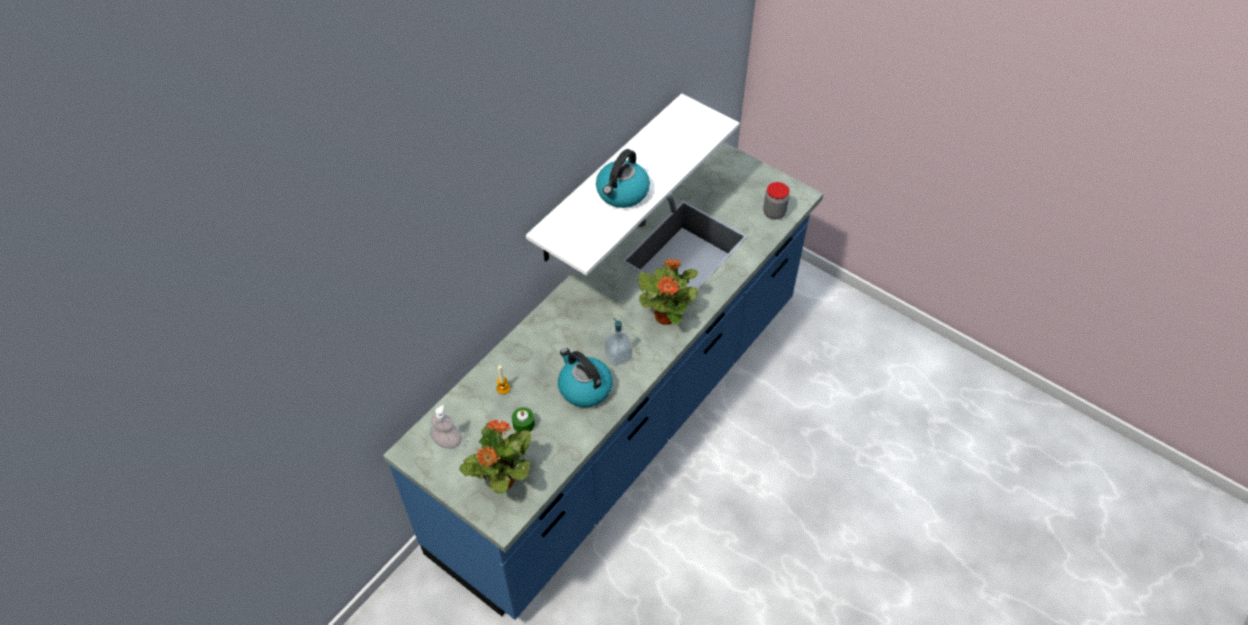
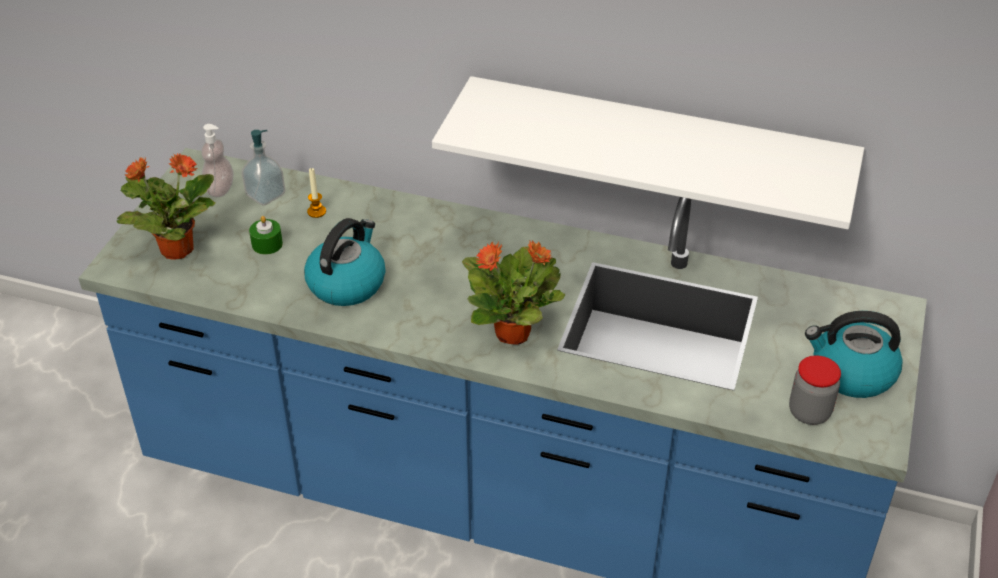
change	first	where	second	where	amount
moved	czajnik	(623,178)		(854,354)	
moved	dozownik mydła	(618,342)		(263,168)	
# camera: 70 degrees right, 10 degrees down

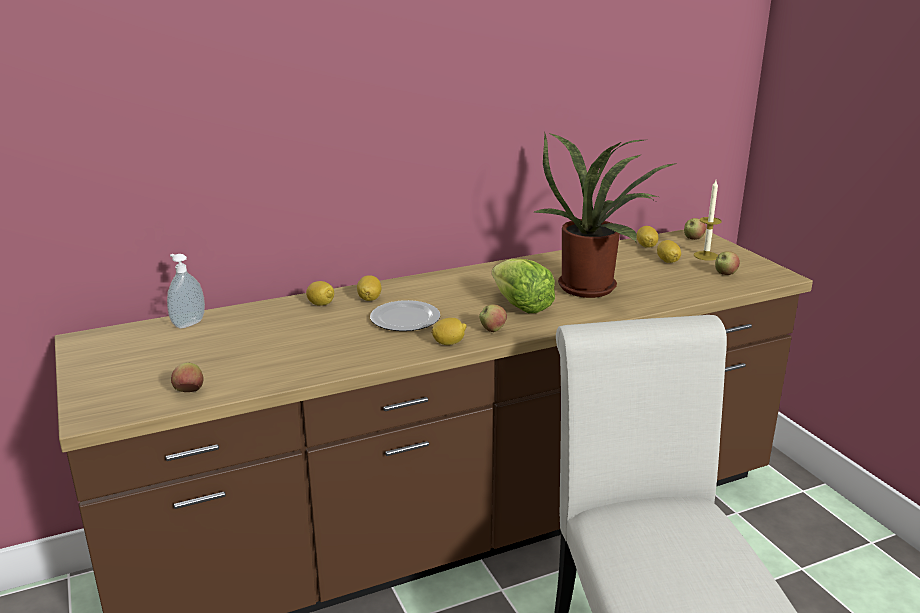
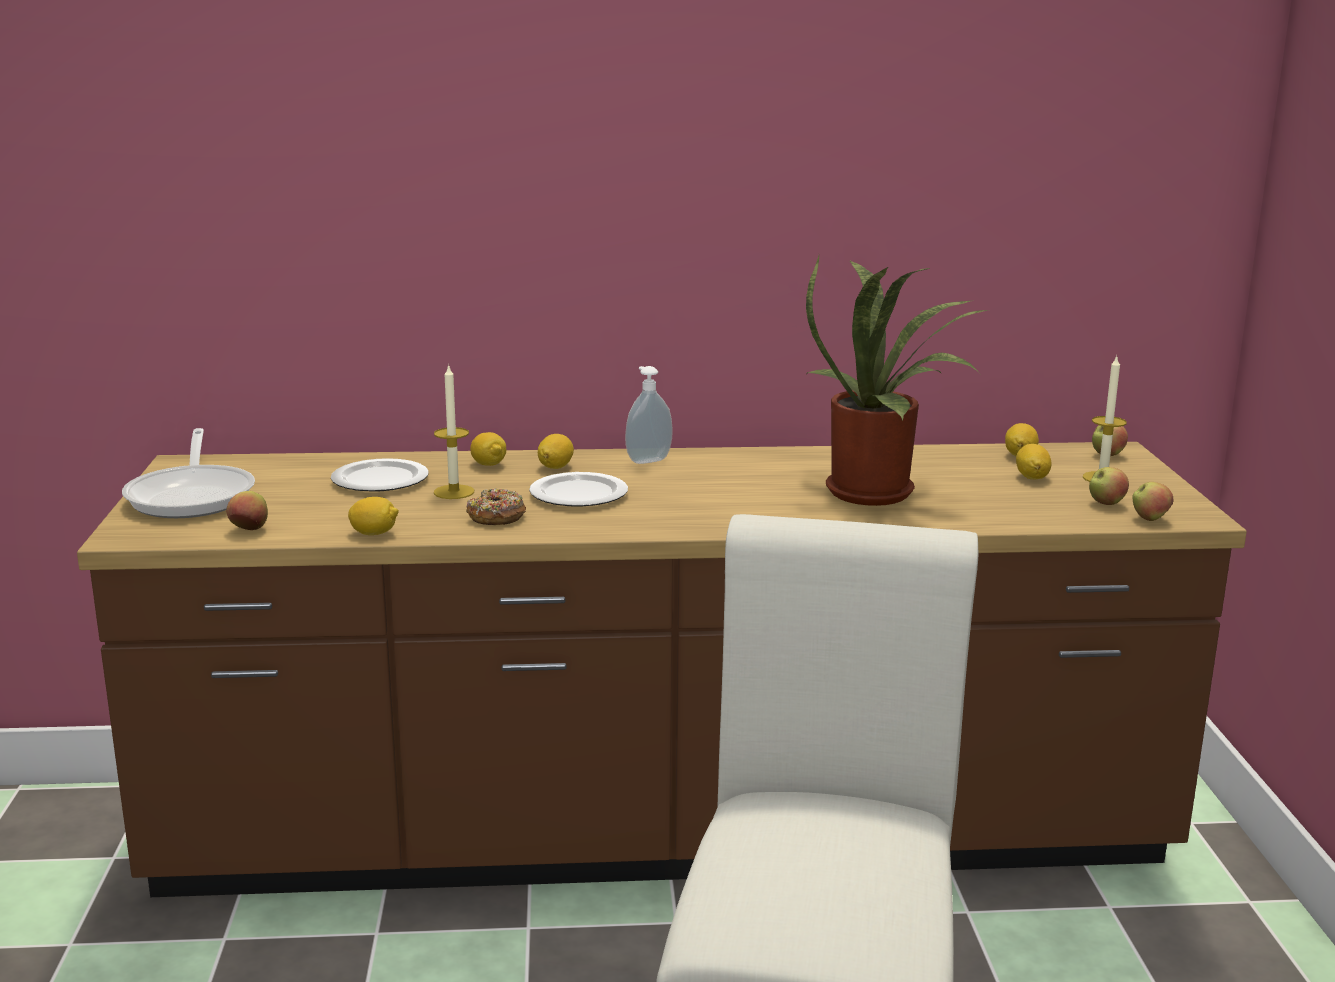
change	first	where	second	where	amount
removed	sałata	(523,286)			
added			patelnia	(188,473)	
added			talerz	(380,475)	
added			świeca	(454,431)	
added			donut	(496,506)	
moved	dozownik mydła	(186,291)		(649,415)	
moved	cytryna	(448,331)		(373,516)	
moved	jabłko	(493,318)		(1153,501)	
# camera: 20 degrees right, 5 degrees down

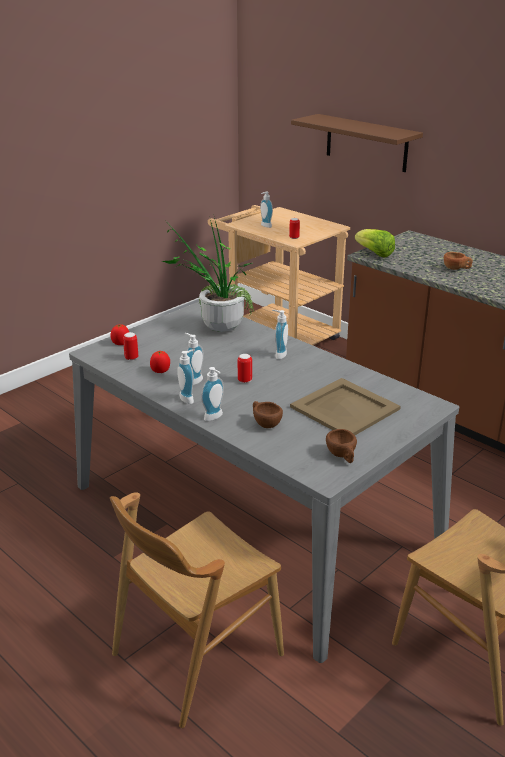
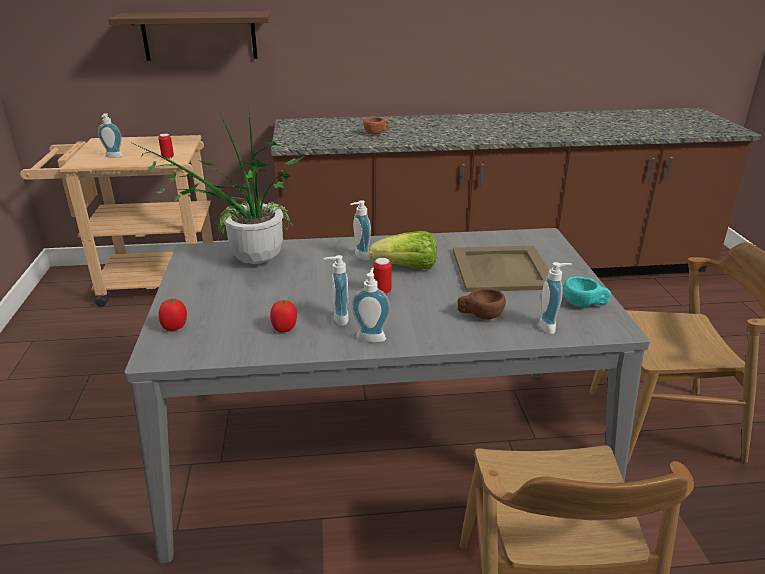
change	first	where	second	where	amount
removed	puszka	(130,346)			
moved	dozownik mydła	(212,394)		(555,298)	
moved	sałata	(375,243)		(403,250)	
recoloured	filiżanka (brązowy)	(341,446)	filiżanka (turkusowy)	(587,291)	
# camera: 50 degrees left, 0 degrees up

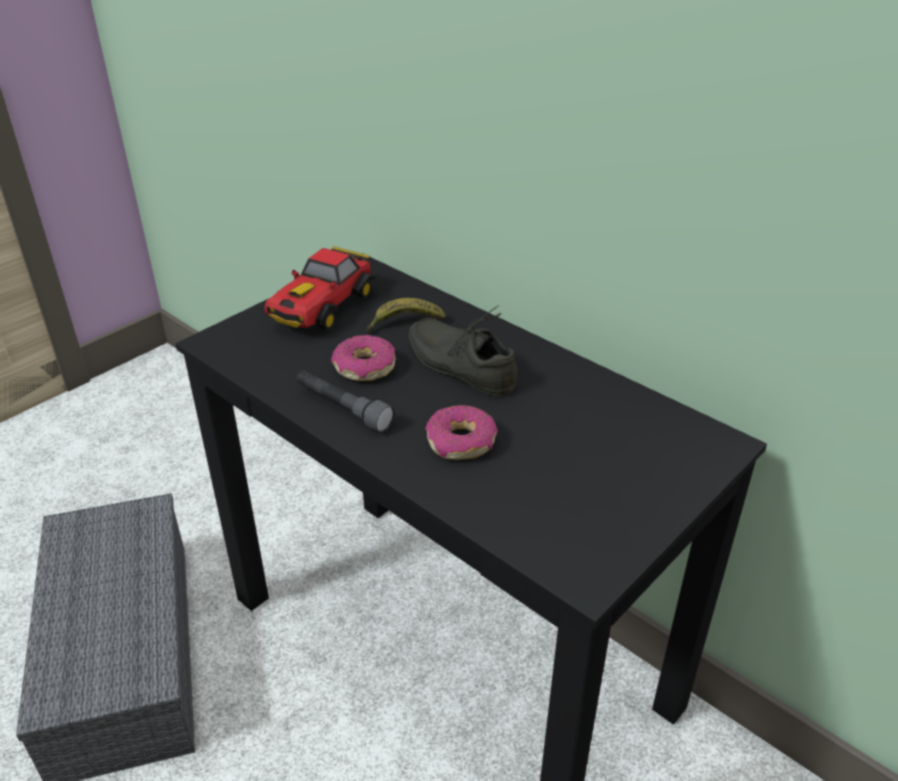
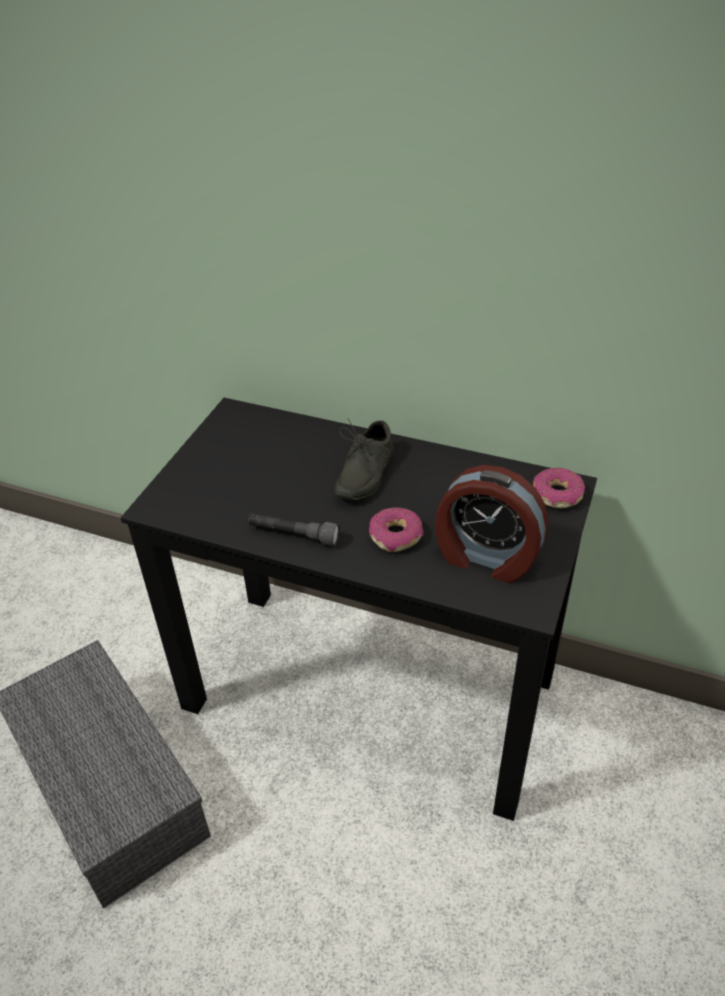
change	first	where	second	where	amount
removed	samochodzik	(320,288)			
removed	banan	(406,316)			
added			budzik	(492,524)	
moved	donut	(363,358)		(559,488)	
turned	but (szary)	(463,350)		(364,459)	90 degrees counterclockwise
# camera: 20 degrees left, 5 degrees up

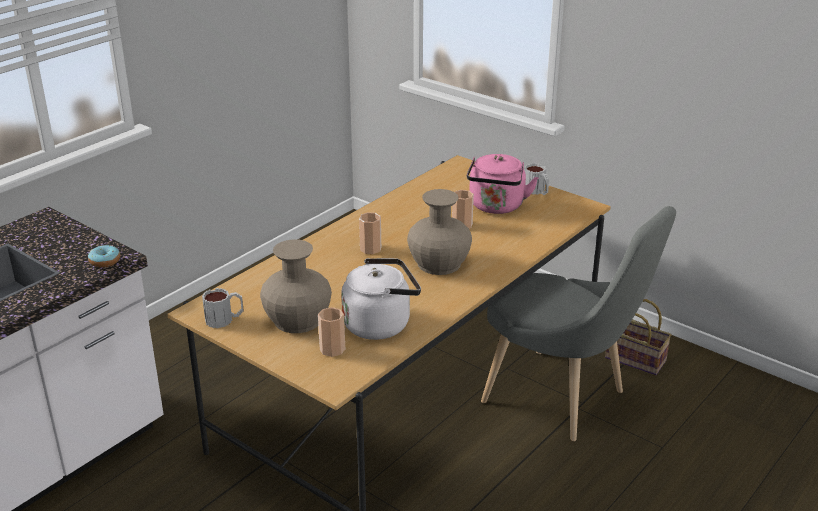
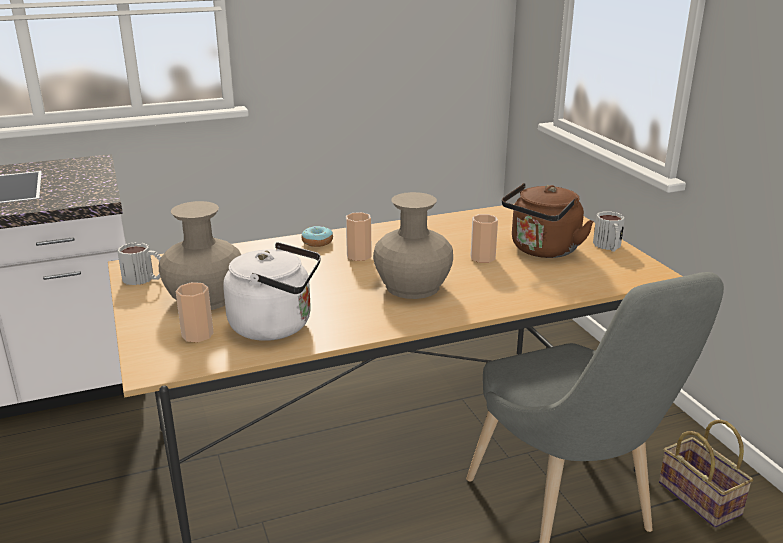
change	first	where	second	where	amount
moved	donut	(104,256)		(317,236)	
recoloured	czajnik (różowy)	(502,184)	czajnik (brązowy)	(548,220)	
# camera: 30 degrees right, 5 degrees down

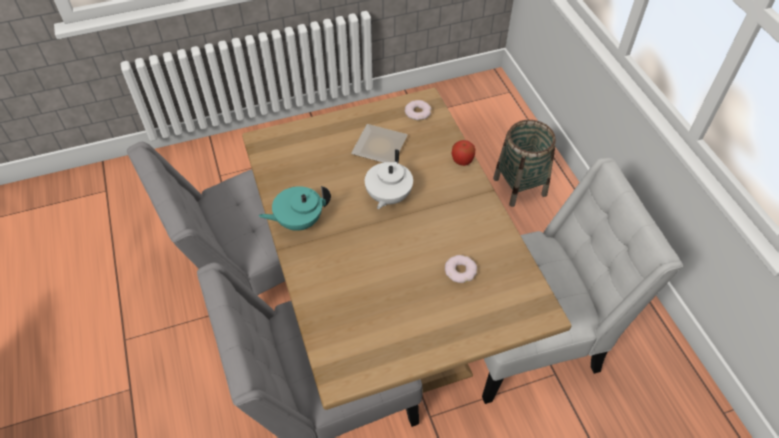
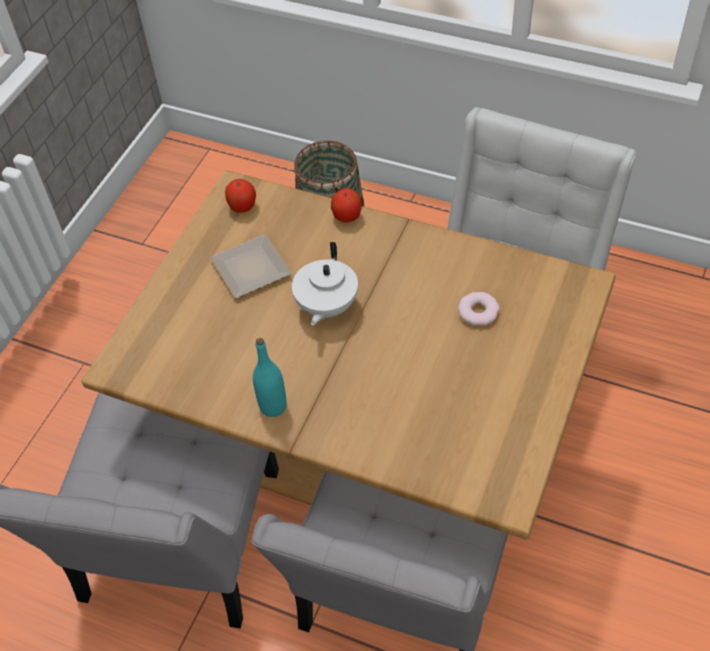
change	first	where	second	where	amount
replaced	imbryk (turkusowy)	(295,208)	butelka (turkusowy)	(270,377)	
replaced	donut	(418,110)	jabłko	(240,196)	
turned	imbryk (biały)	(389,179)		(325,284)	45 degrees clockwise
# camera: 45 degrees left, 0 degrees up

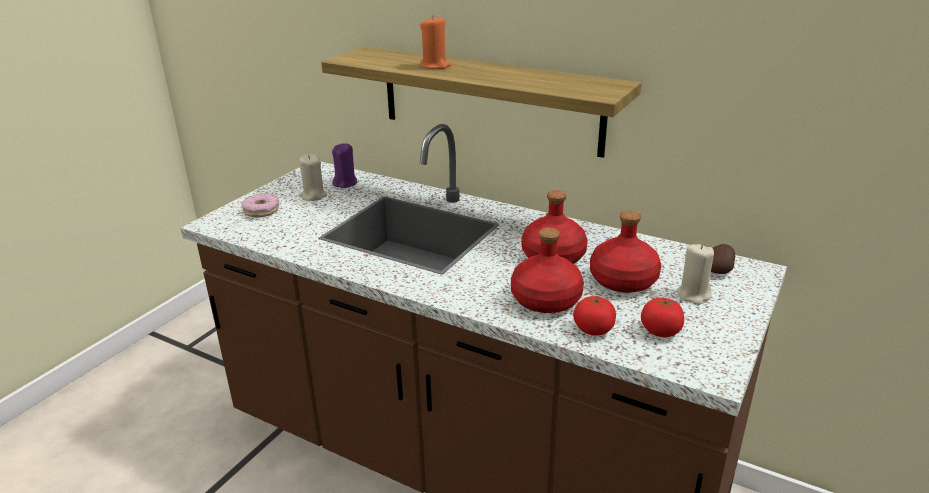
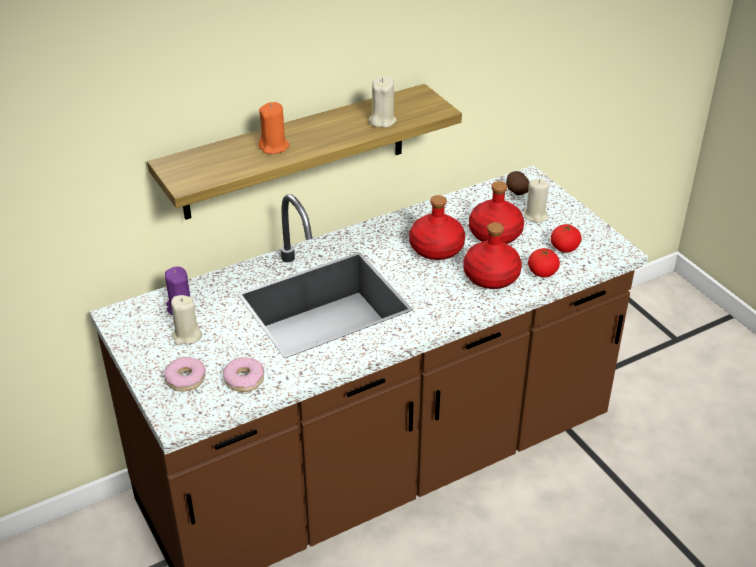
change	first	where	second	where	amount
added			donut	(243,374)	
added			świeca (beżowy)	(382,102)	
# camera: 60 degrees left, 10 degrees up

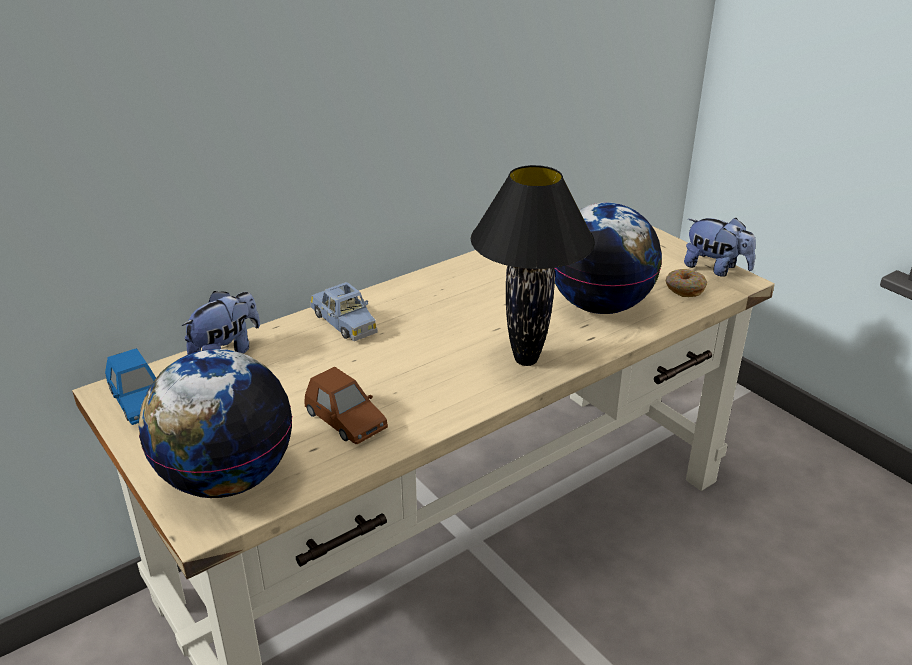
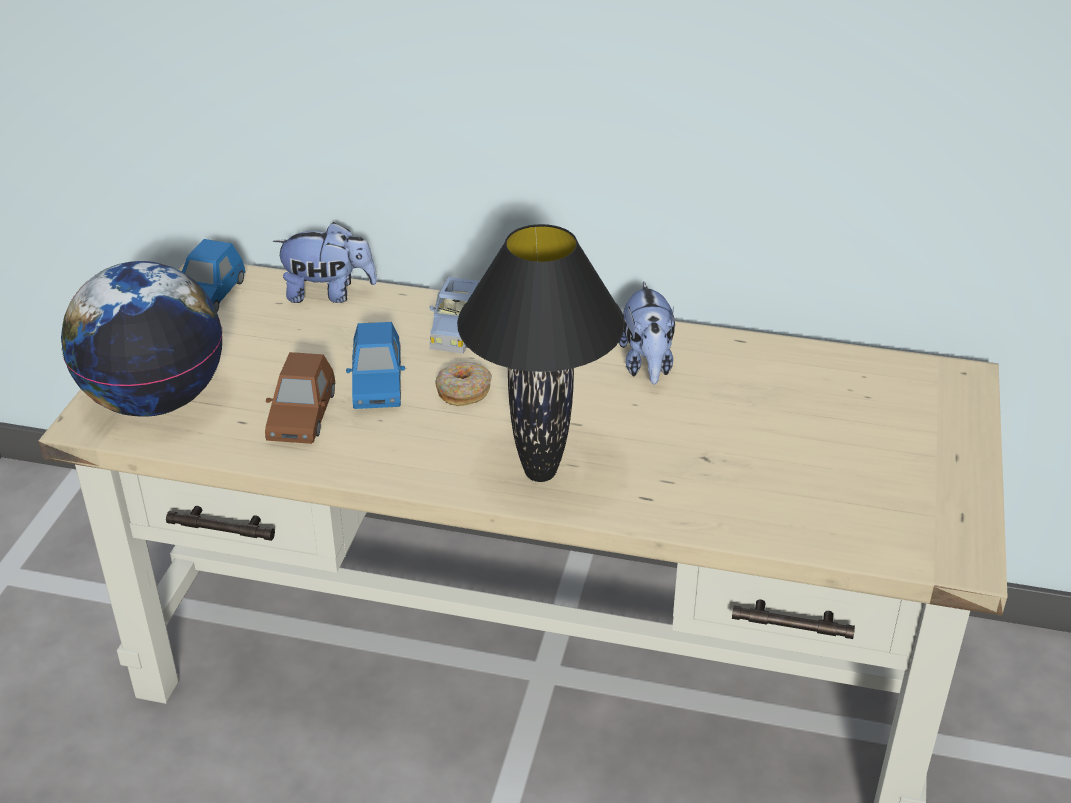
change	first	where	second	where	amount
removed	globus	(608,258)			
added			samochodzik (niebieski)	(375,365)	
moved	donut	(686,283)		(463,384)	
moved	pluszak	(720,247)		(646,333)	
# camera: 50 degrees right, 5 degrees up

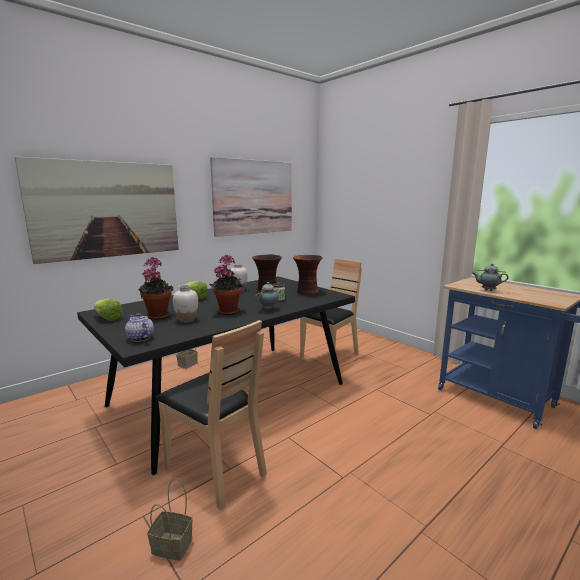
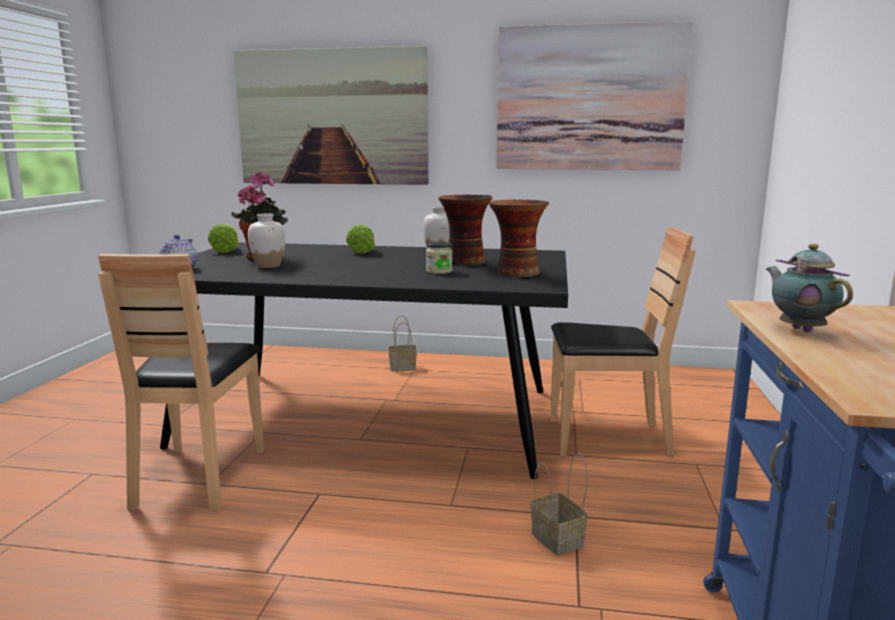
change	first	where	second	where	amount
removed	roślina doniczkowa	(227,285)			
removed	imbryk	(268,296)			
moved	koszyk	(169,519)		(559,503)	
# camera: 50 degrees right, 0 degrees up

